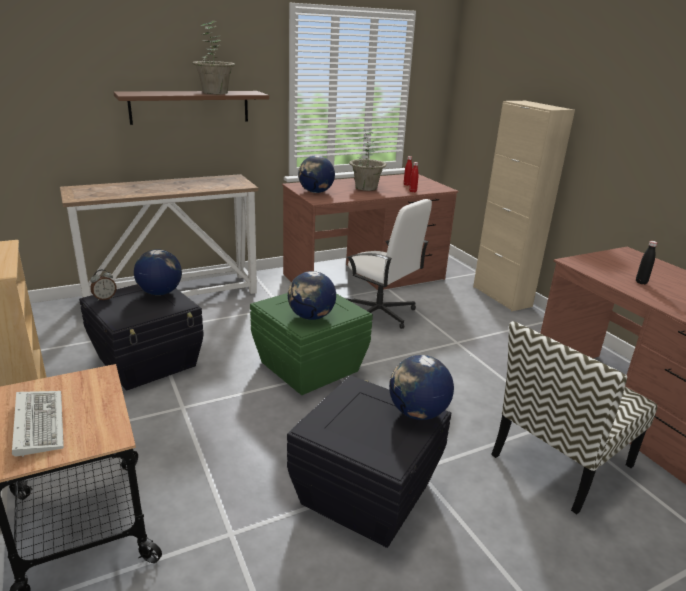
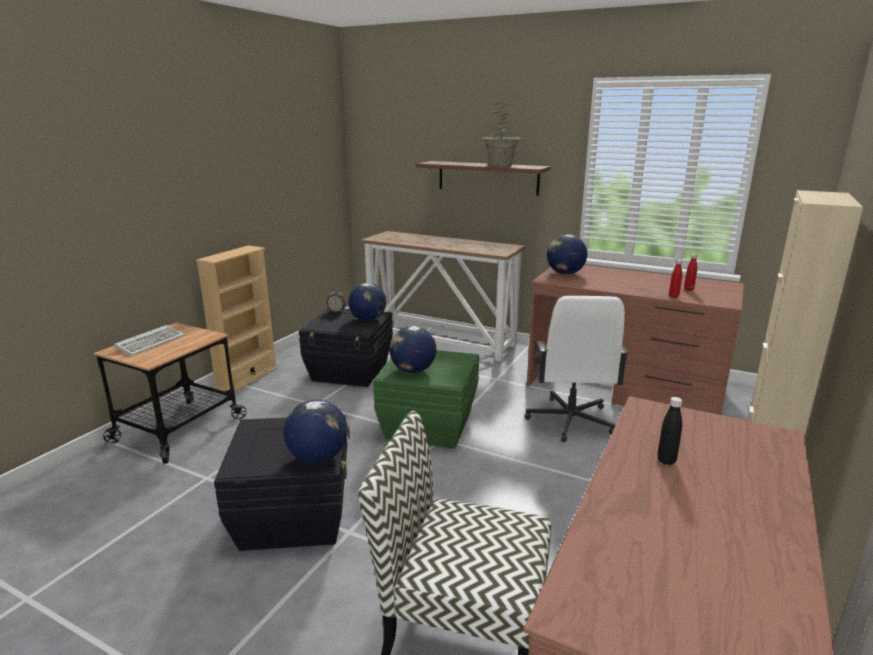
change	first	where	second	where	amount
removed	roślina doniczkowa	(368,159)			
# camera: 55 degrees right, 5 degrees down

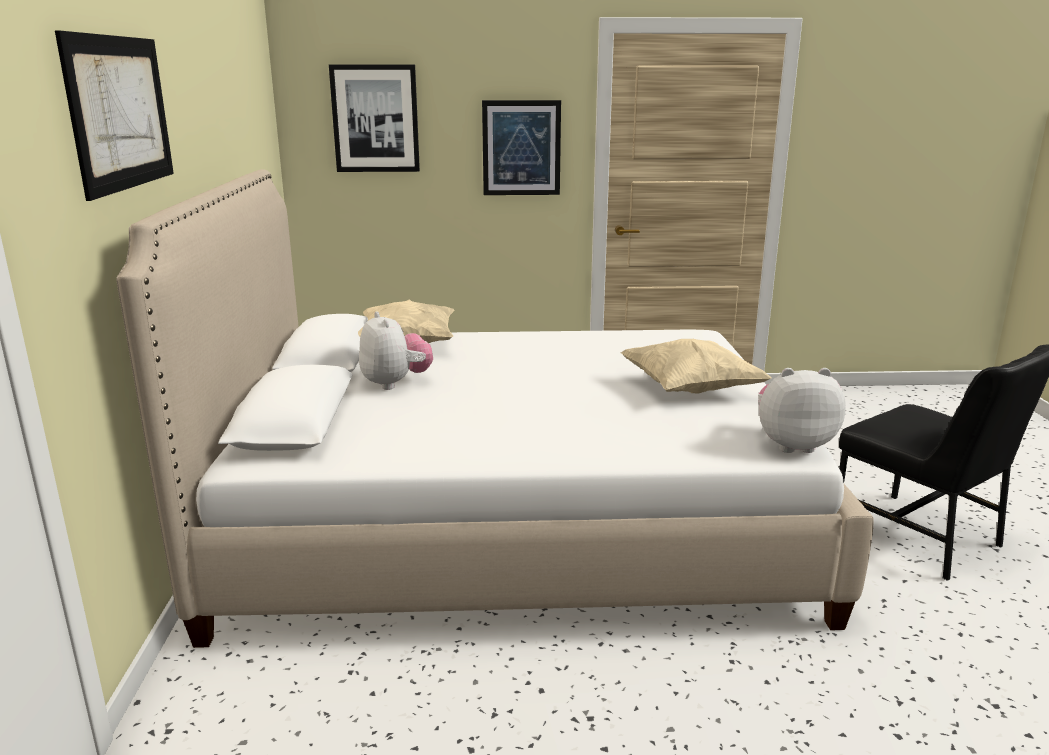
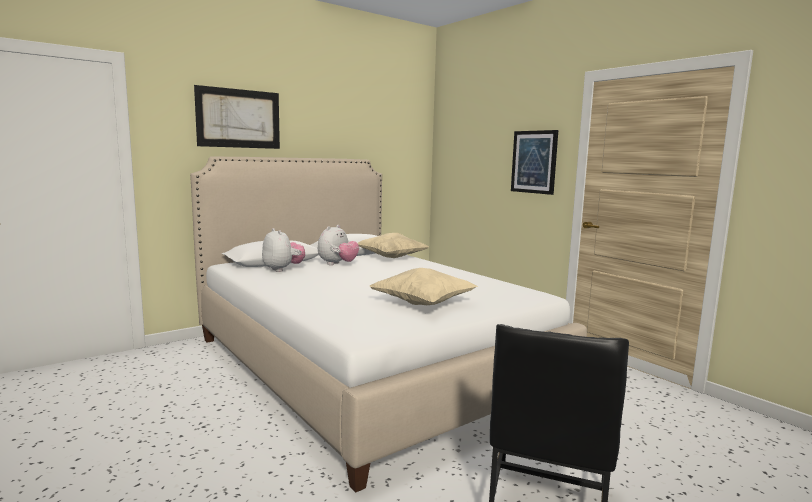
change	first	where	second	where	amount
removed	obraz	(374,118)			
moved	pluszak	(802,410)		(283,250)	
# camera: 55 degrees right, 10 degrees down

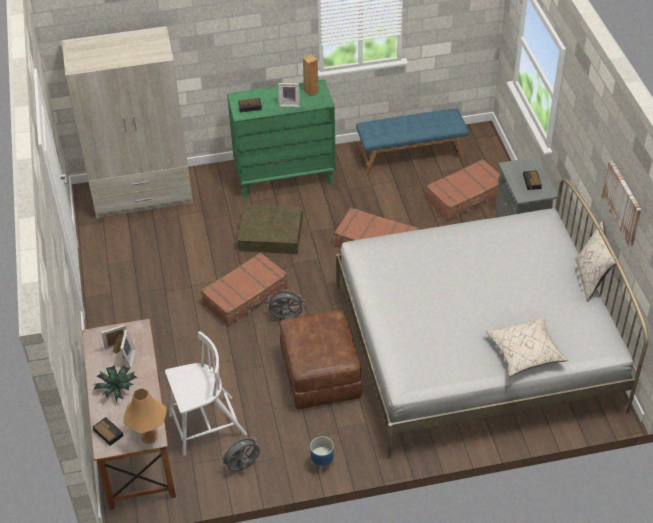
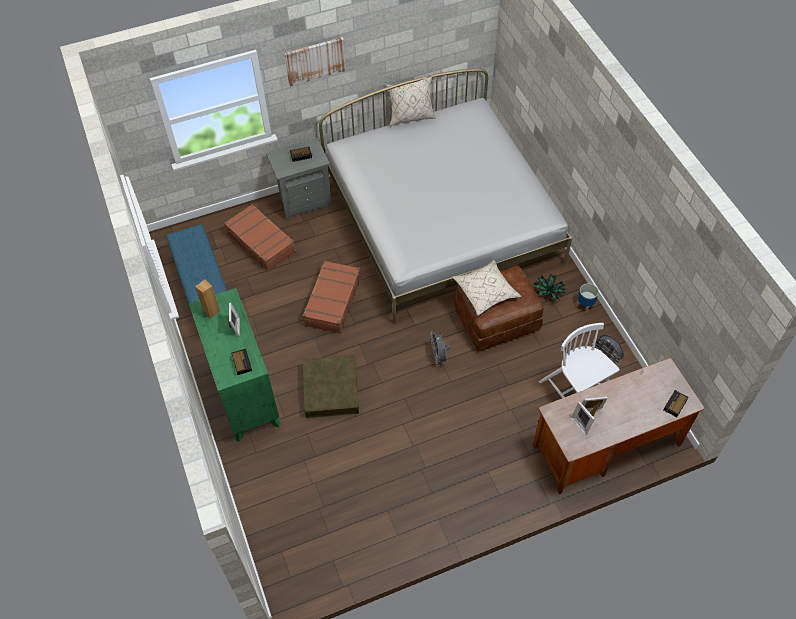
change	first	where	second	where	amount
removed	szafa (beżowy)	(127,122)			
removed	lampa stołowa (pomarańczowy)	(145,416)			
removed	walizka (brązowy)	(244,289)			
moved	roślina doniczkowa	(115,383)		(549,287)	
moved	poduszka (beżowy)	(527,346)		(486,288)	
moved	obraz	(622,203)		(315,61)	
# camera: 100 degrees left, 10 degrees up

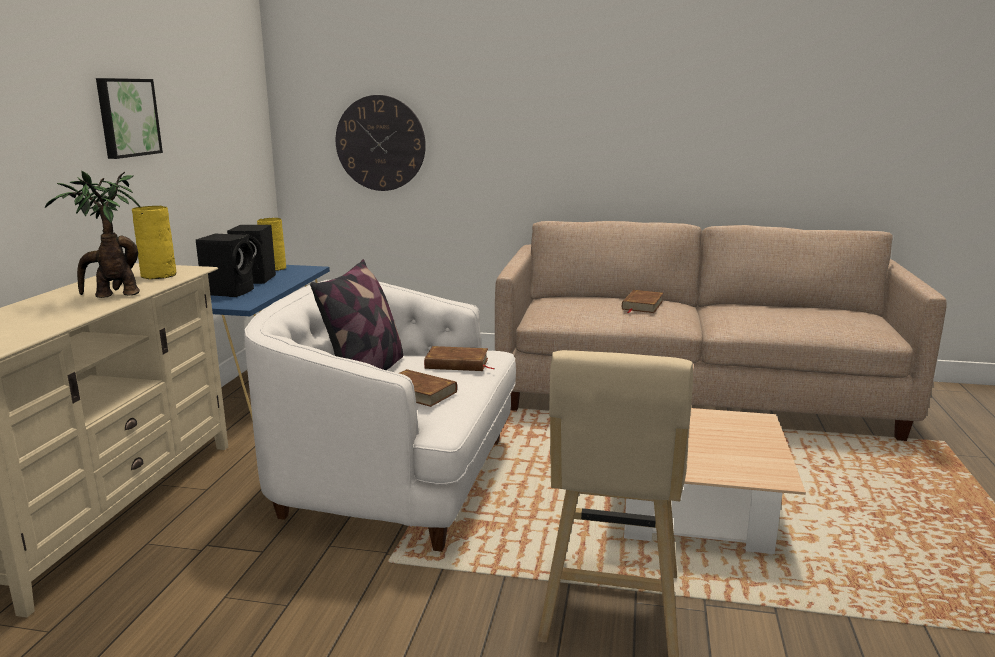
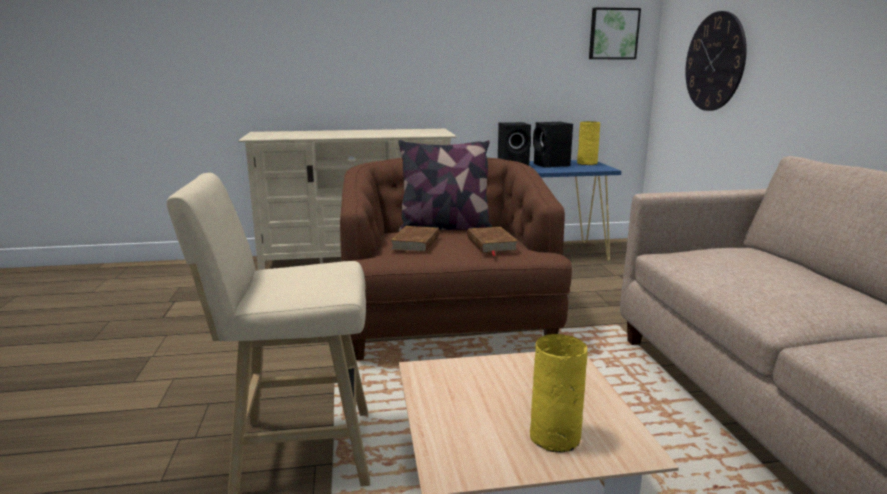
change	first	where	second	where	amount
removed	roślina doniczkowa	(92,234)			
removed	książka (brązowy)	(642,301)			
moved	obraz	(129,118)		(615,33)	
moved	wazon (żółty)	(154,242)		(558,393)	
recoloured	fotel (biały)	(380,416)	fotel (brązowy)	(456,259)	
# camera: 70 degrees right, 0 degrees up

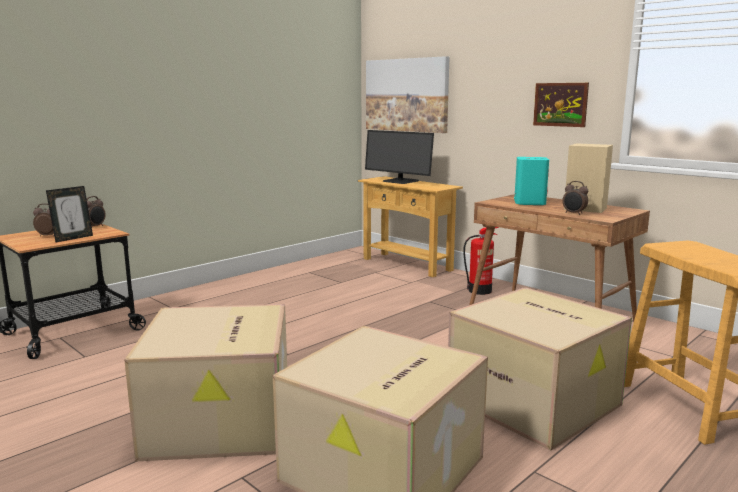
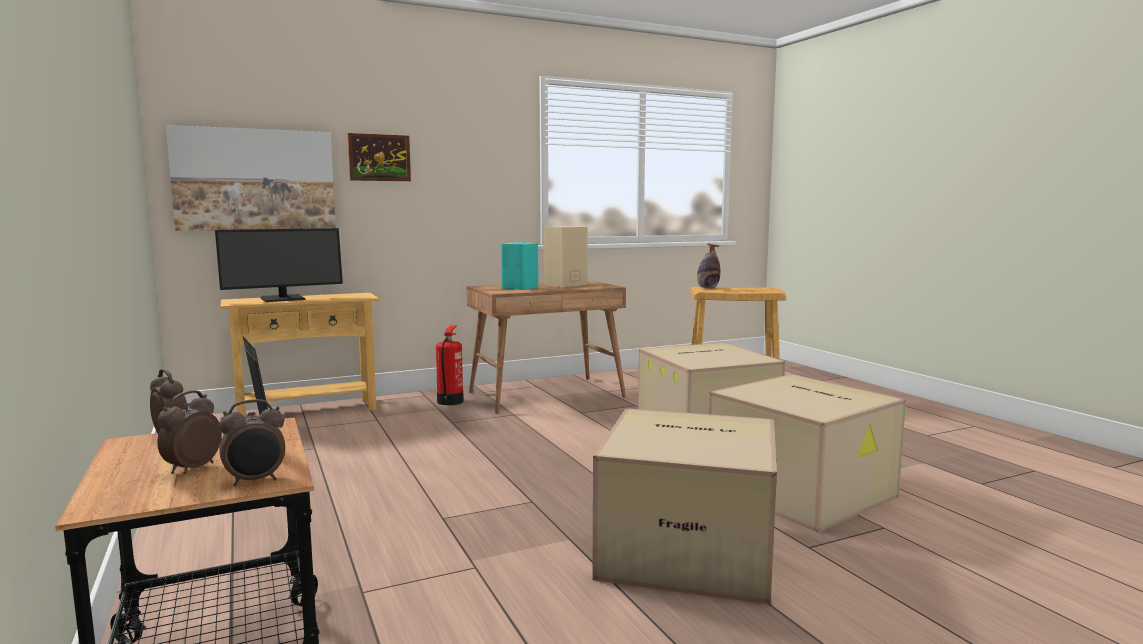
change	first	where	second	where	amount
added			butelka	(708,266)	
moved	obraz	(561,105)		(379,157)	
moved	budzik	(575,198)		(252,442)	
# camera: 70 degrees left, 5 degrees down

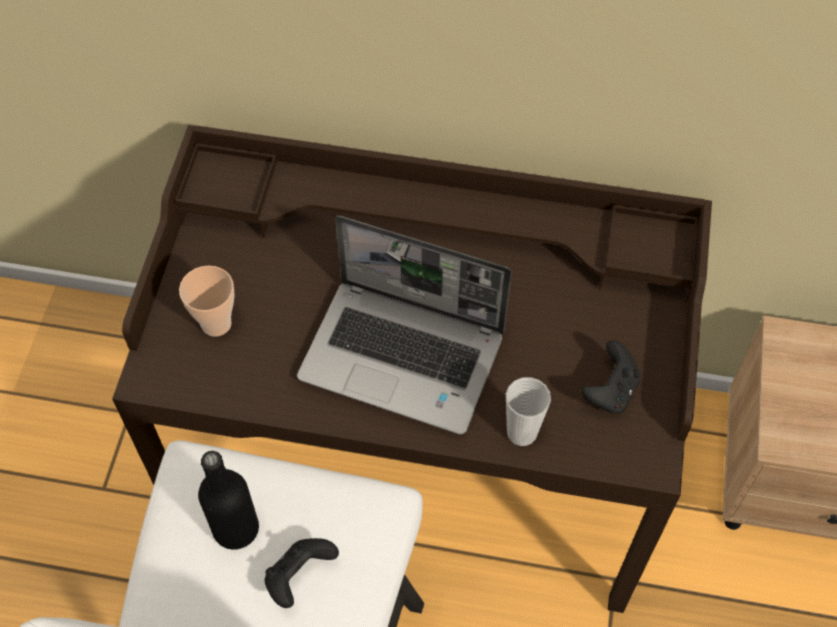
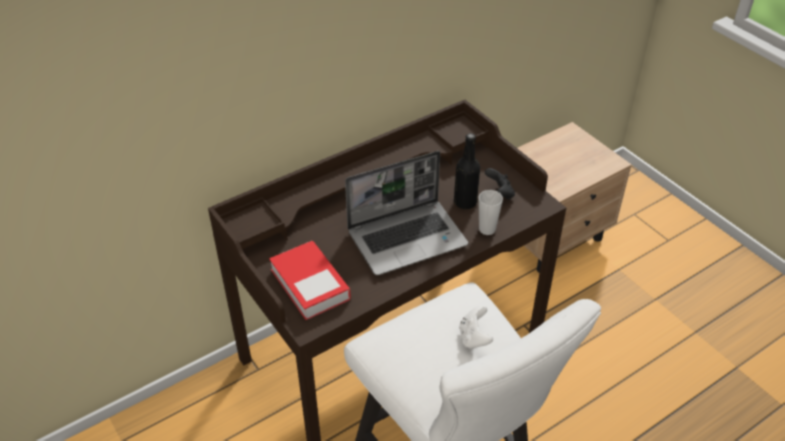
change	first	where	second	where	amount
moved	butelka (czarny)	(228,500)		(467,171)	
replaced	filiżanka	(207,301)	książka	(310,280)	
recoloured	pad do gier (czarny)	(302,573)	pad do gier (biały)	(476,327)	
# camera: 45 degrees left, 15 degrees down

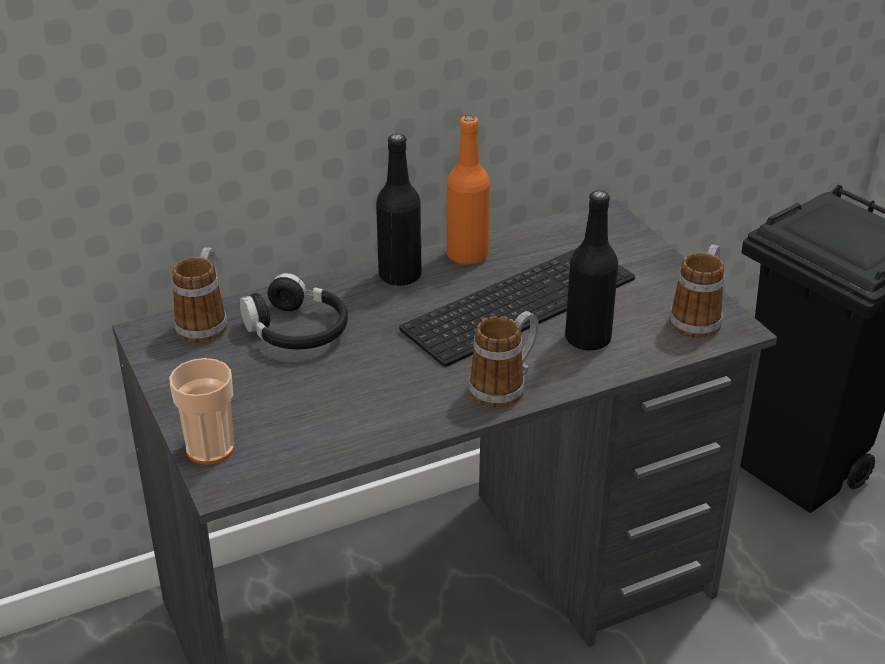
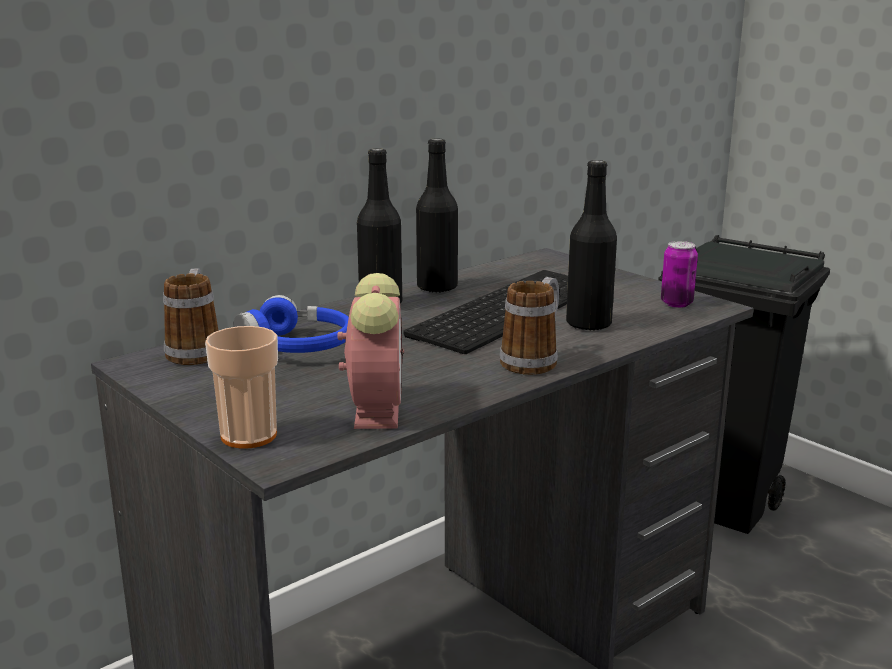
change	first	where	second	where	amount
added			budzik	(371,351)	
replaced	kubek	(697,291)	puszka	(679,274)	
recoloured	słuchawki (czarny)	(294,311)	słuchawki (niebieski)	(291,324)	
recoloured	butelka (pomarańczowy)	(468,190)	butelka (czarny)	(437,215)	
# camera: 15 degrees left, 15 degrees down

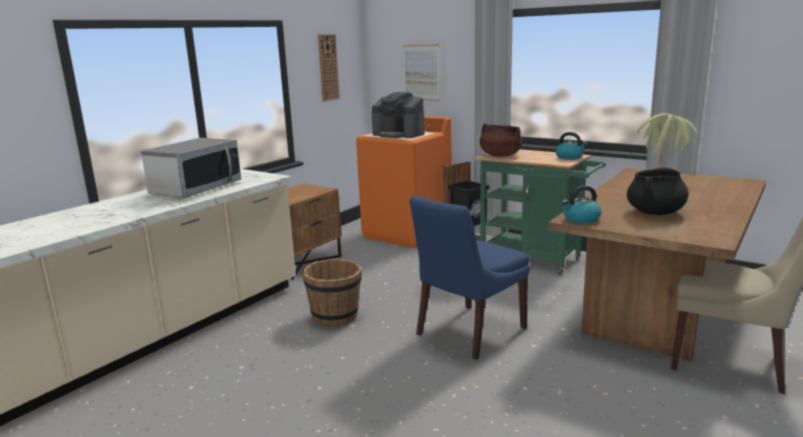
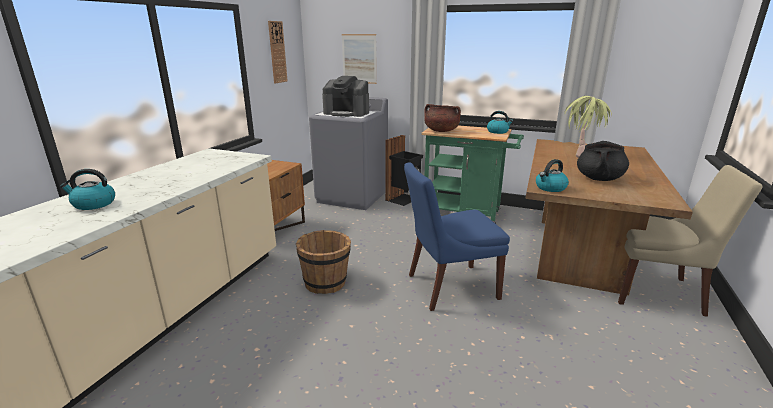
change	first	where	second	where	amount
removed	mikrofalówka	(191,168)			
added			czajnik	(87,189)	
recoloured	pralka (pomarańczowy)	(404,182)	pralka (szary)	(348,153)	
turned	krzesło (niebieski)	(470,278)		(457,236)	45 degrees clockwise
# camera: 15 degrees left, 5 degrees up

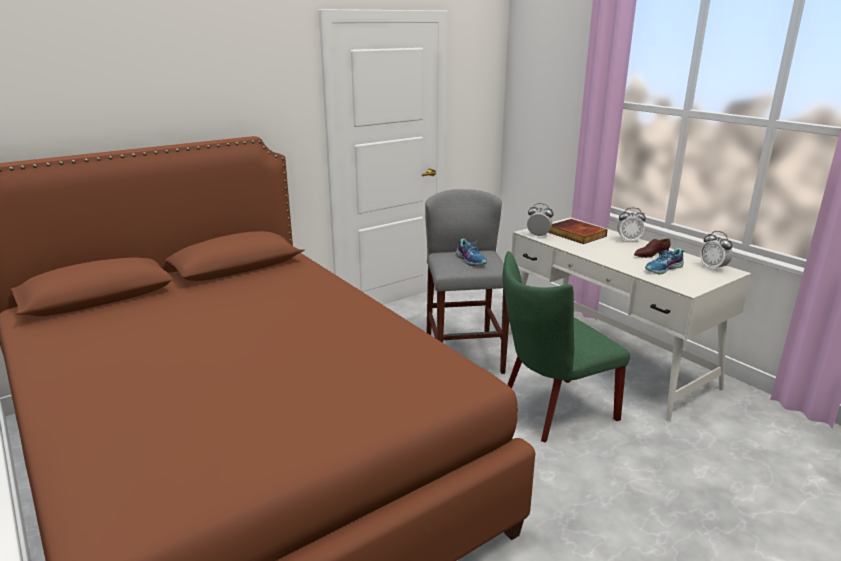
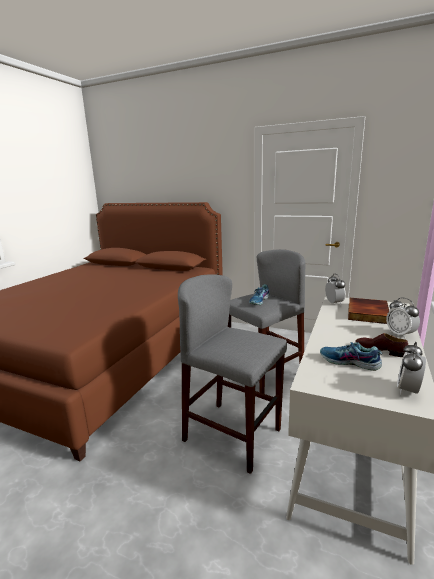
change	first	where	second	where	amount
replaced	krzesło (zielony)	(566,346)	stołek (szary)	(232,374)	
# camera: 60 degrees right, 5 degrees down

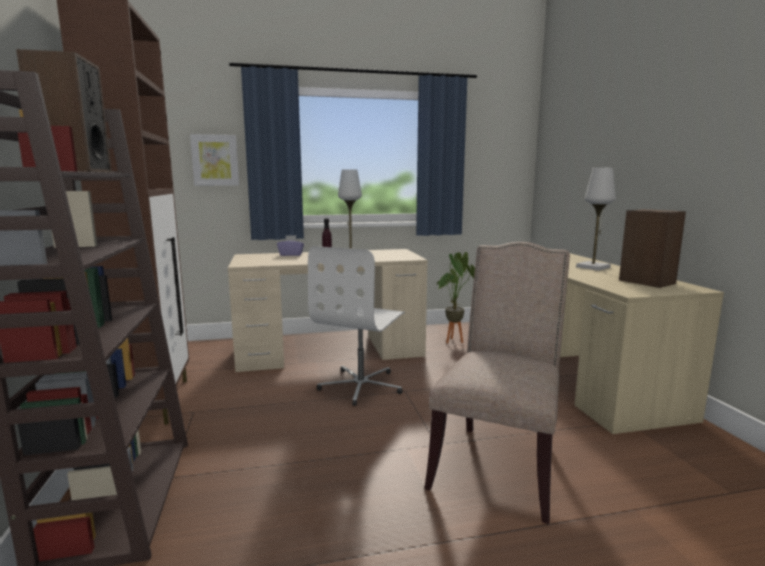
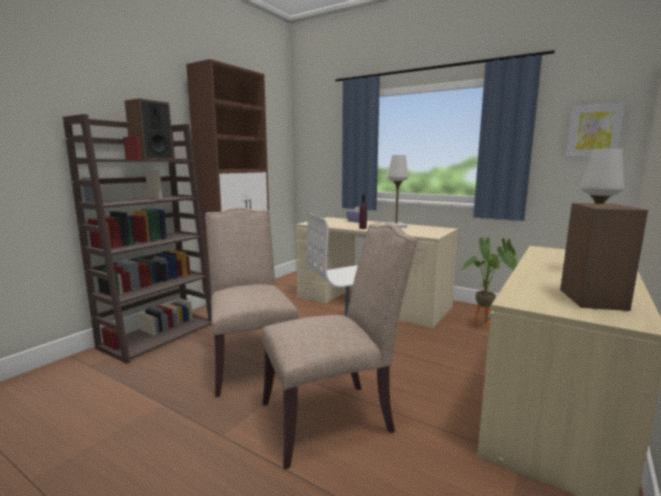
change	first	where	second	where	amount
added			krzesło (beżowy)	(252,302)	
moved	obraz	(214,160)		(596,130)	
# camera: 45 degrees right, 0 degrees up

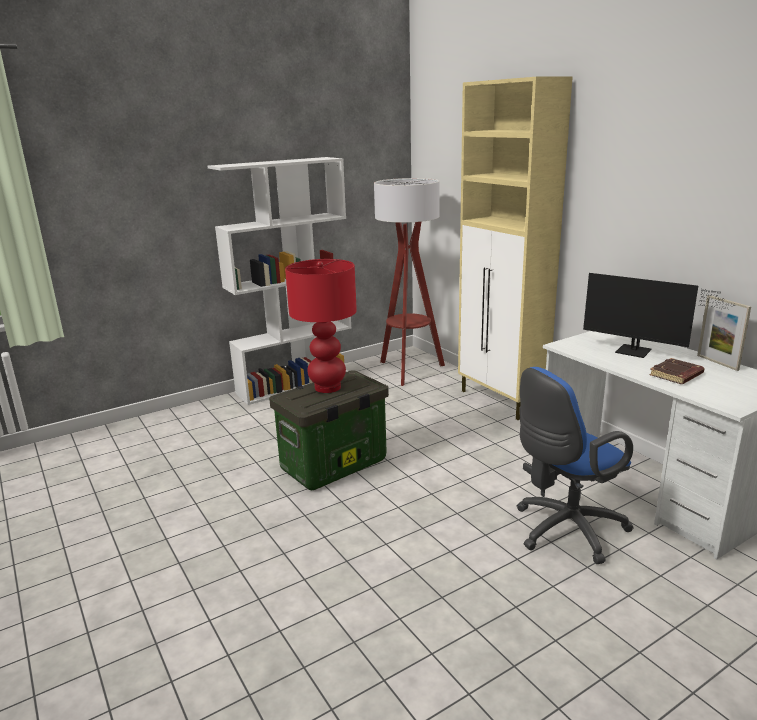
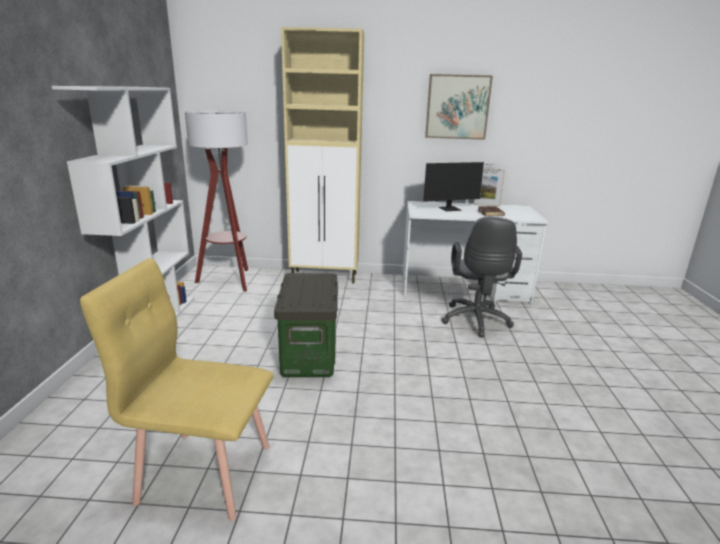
change	first	where	second	where	amount
removed	lampa stołowa (czerwony)	(321,326)			
added			krzesło (żółty)	(176,389)	
added			obraz	(459,107)	
recoloured	krzesło biurowe (niebieski)	(575,465)	krzesło biurowe (szary)	(481,276)	
# camera: 55 degrees left, 0 degrees up

